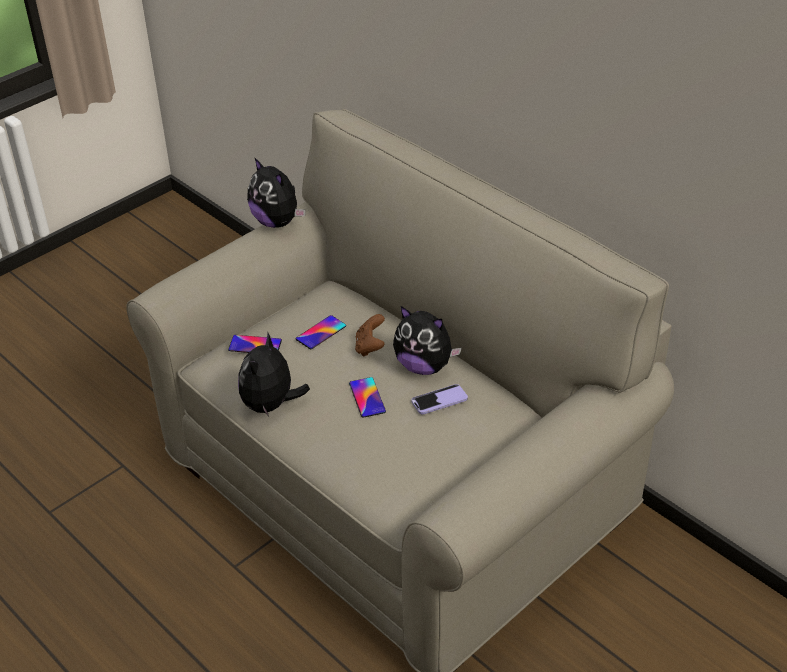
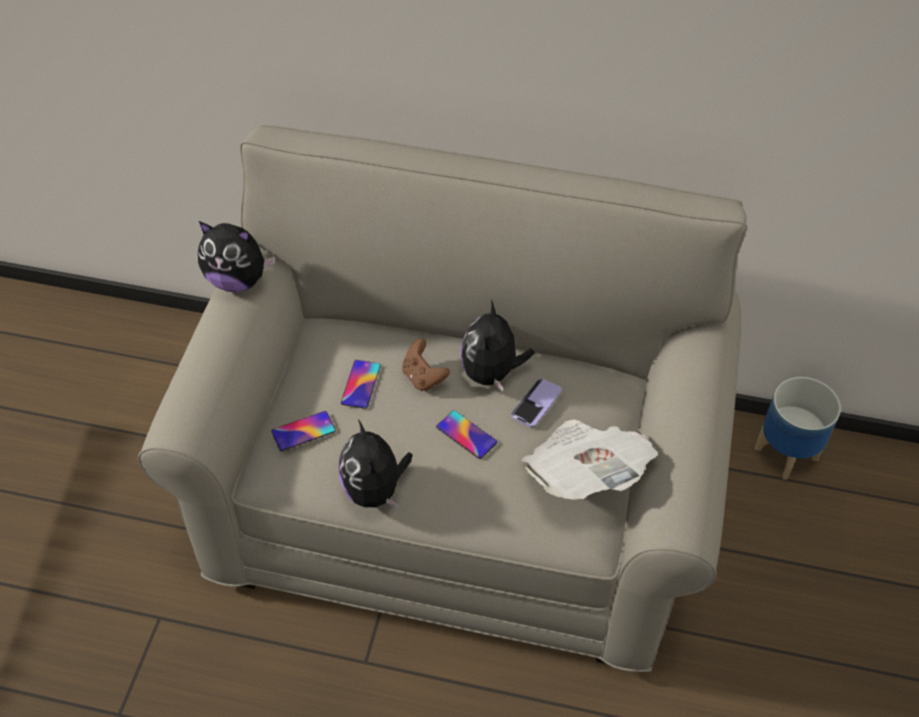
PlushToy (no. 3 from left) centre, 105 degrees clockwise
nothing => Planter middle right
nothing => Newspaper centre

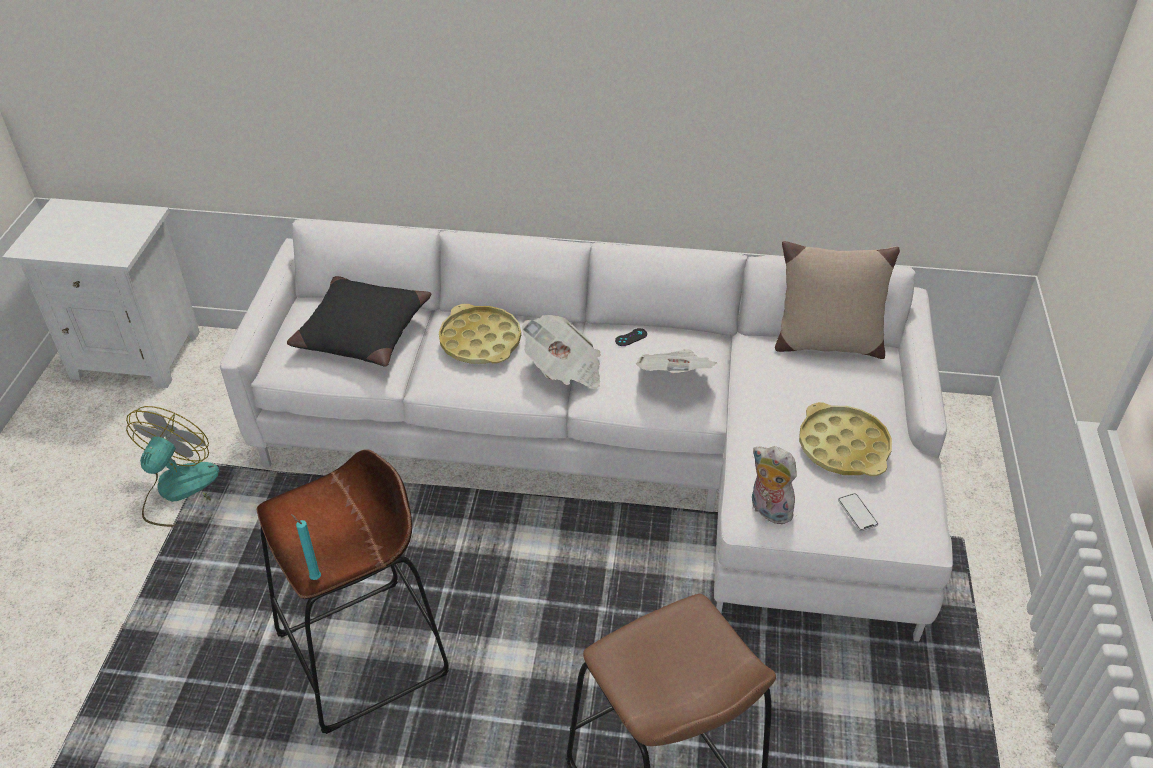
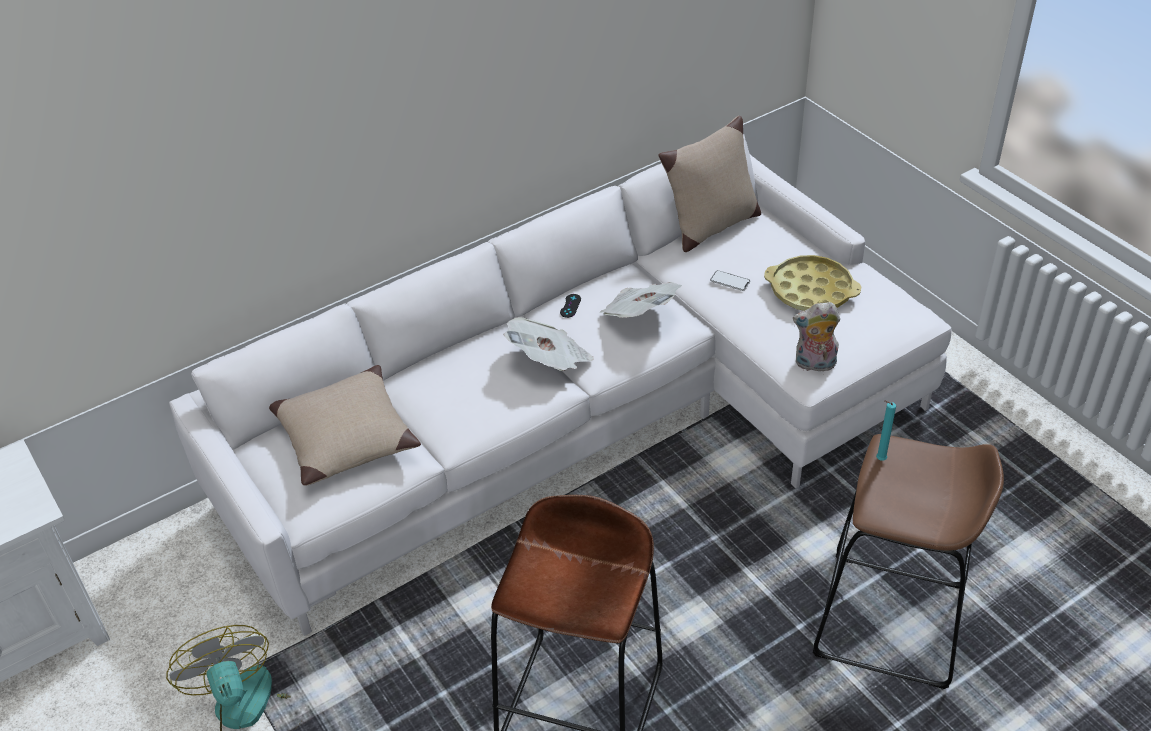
BlackPillow middle left => BeigePillow (no. 1 from left) middle left
YellowTray (no. 1 from left) centre => nothing
Phone bottom right => Phone centre, shifted
TurquoiseCandle bottom left => TurquoiseCandle middle right, shifted

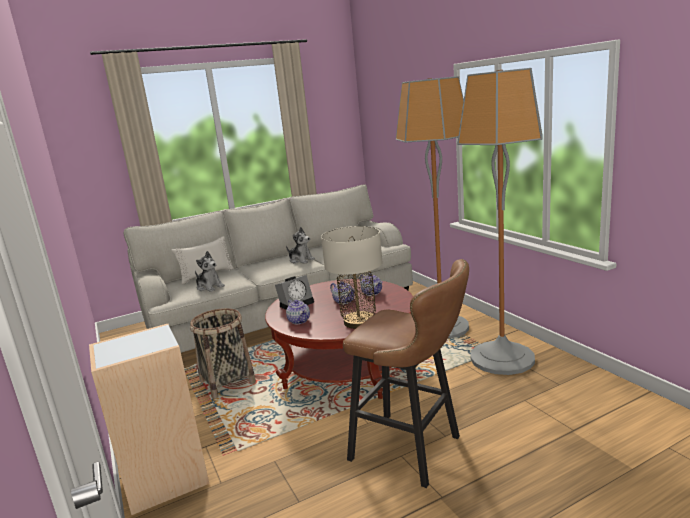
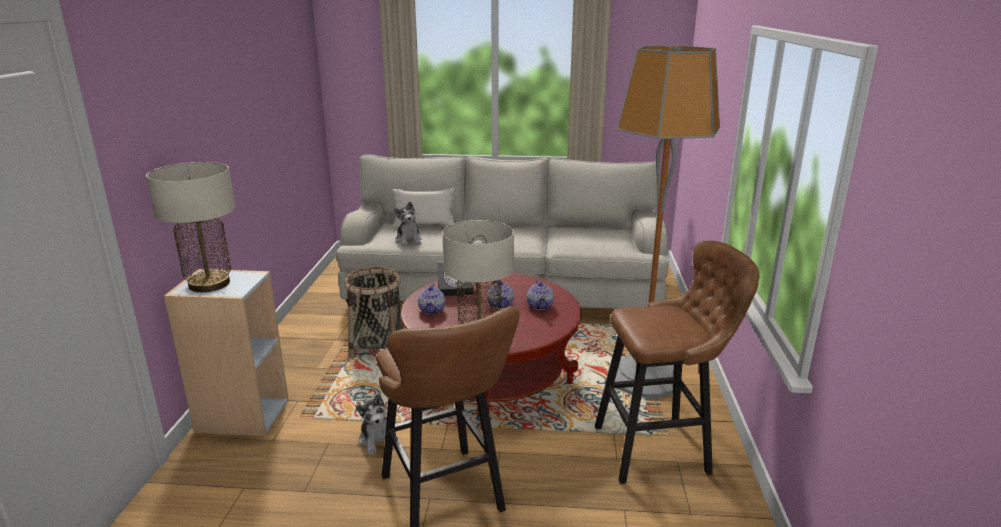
FloorLamp (no. 2 from left) middle right => BrownStool (no. 2 from left) bottom right
PlushToy (no. 2 from left in the first image) centre => PlushToy (no. 1 from left) bottom centre, shifted
nothing => TableLamp (no. 1 from left) middle left

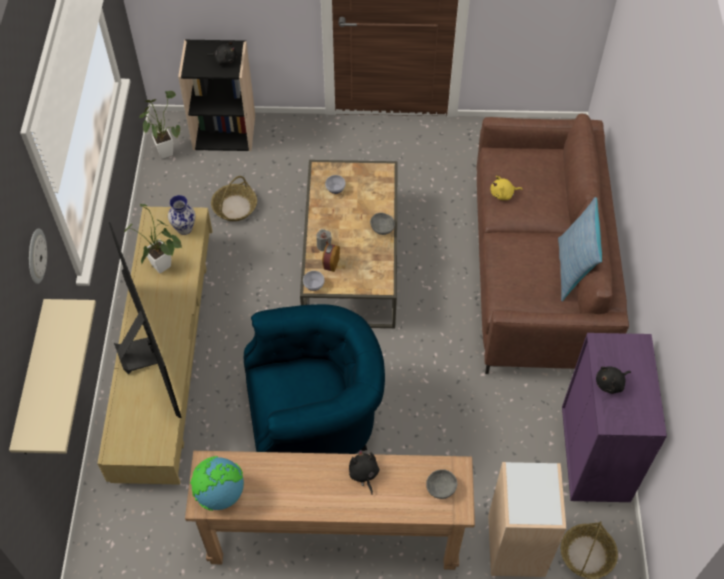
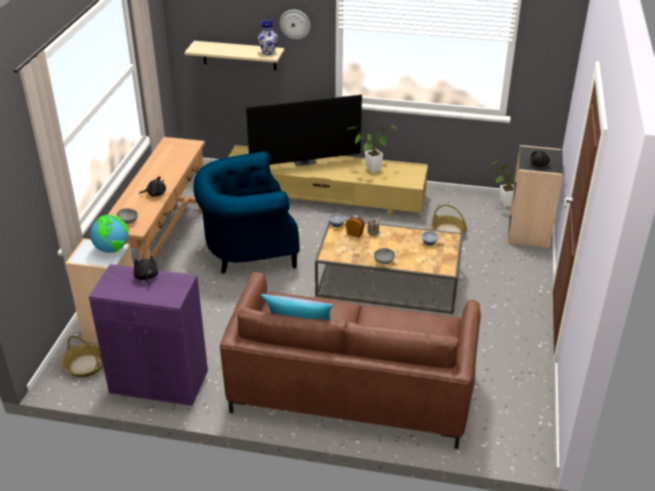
YellowPlushToy top right => nothing
Vase middle left => Vase top centre, shifted
BlueArmchair centre, 75 degrees clockwise
Globe bottom left => Globe middle left, shifted

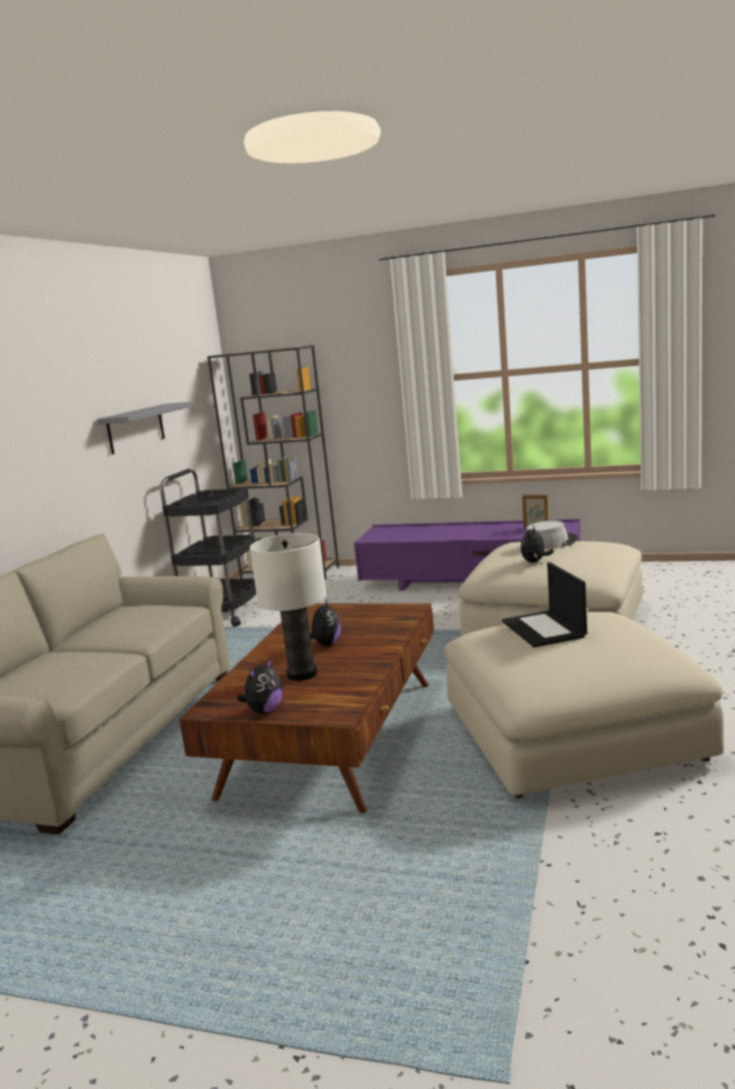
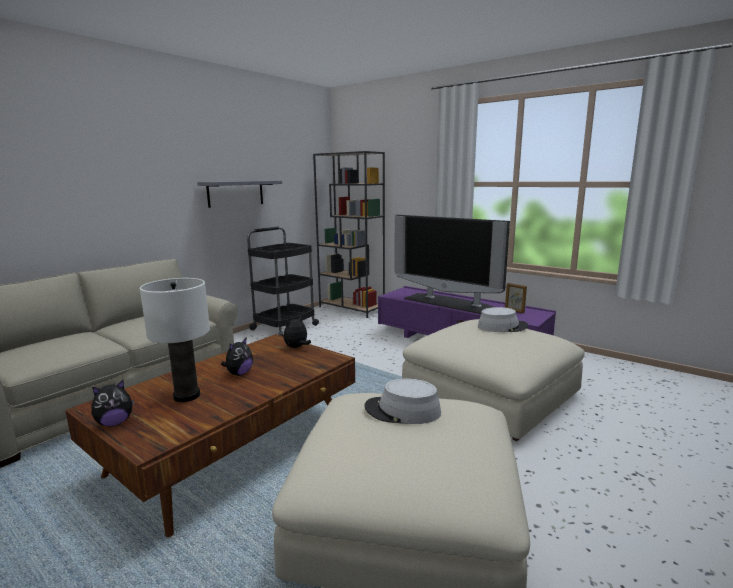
PlushToy (no. 3 from left) middle right => PlushToy (no. 3 from left) centre, shifted
Laptop middle right => GreyHat (no. 1 from left) bottom centre
nothing => Television centre

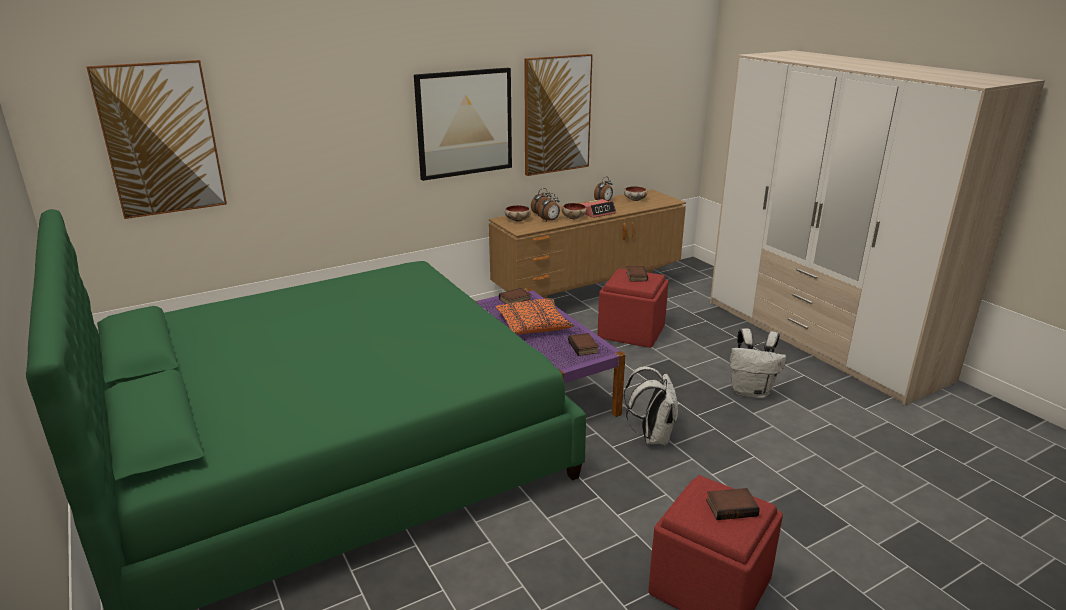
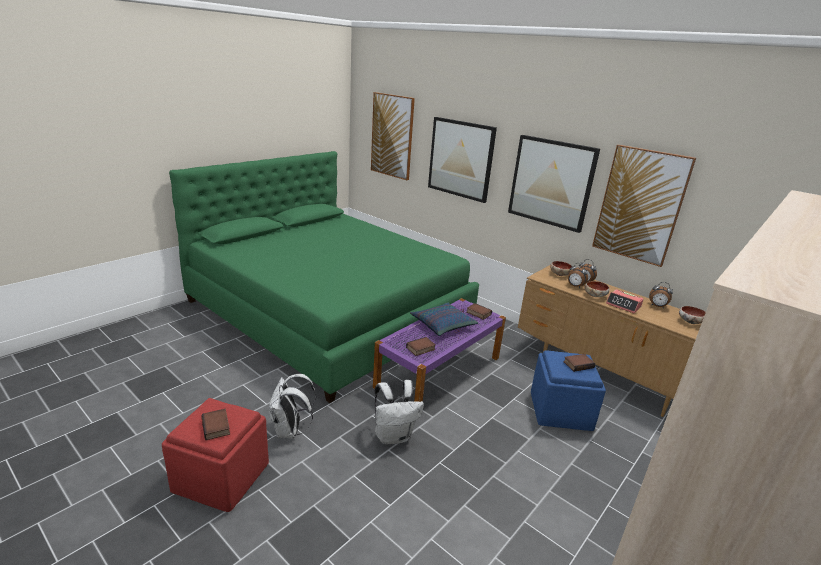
RedOttoman (no. 1 from left) centre => BlueOttoman bottom right
OrangePillow centre => BluePillow centre
WhiteBackpack (no. 2 from left in the first image) middle right => WhiteBackpack (no. 1 from left) bottom centre, shifted
nothing => Picture (no. 2 from left) top centre

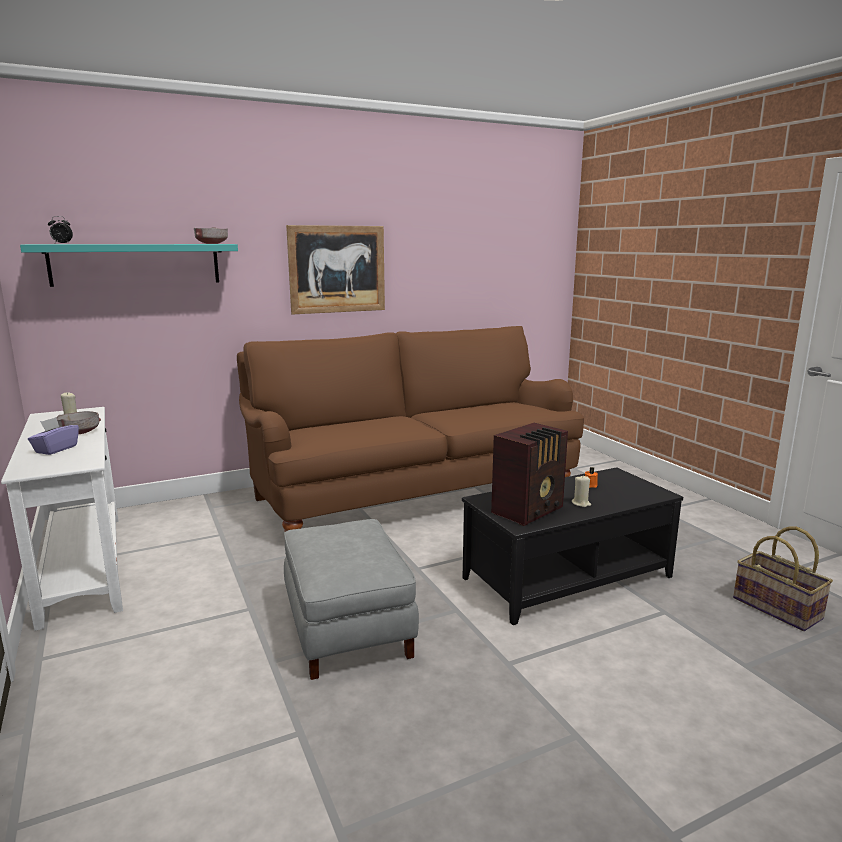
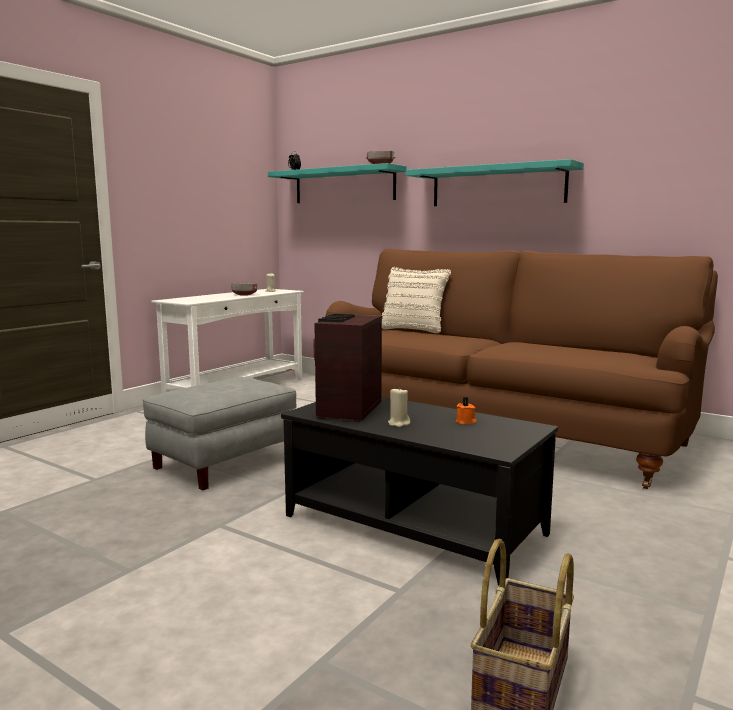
Picture top centre => TurquoiseShelf (no. 2 from left) top right
PurpleTissueBox middle left => nothing
Radio centre, 90 degrees clockwise
nothing => BeigePillow centre

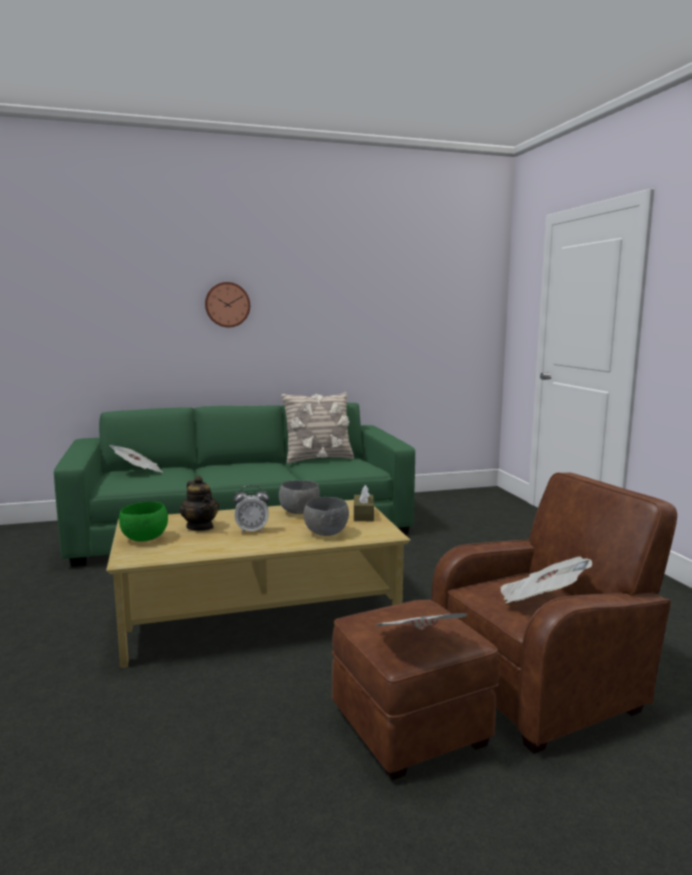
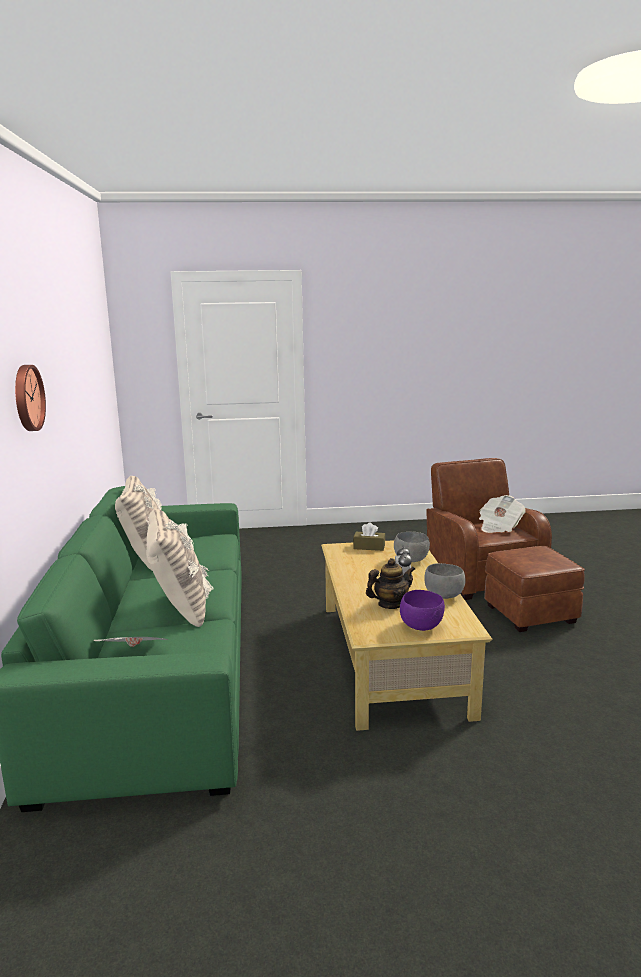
GreyBowl (no. 1 from left in the first image) centre => GreyBowl (no. 2 from left) middle right, shifted
GreenBowl middle left => PurpleBowl centre
Newspaper (no. 2 from left) bottom centre => nothing
nothing => BeigePillow (no. 2 from left) middle left

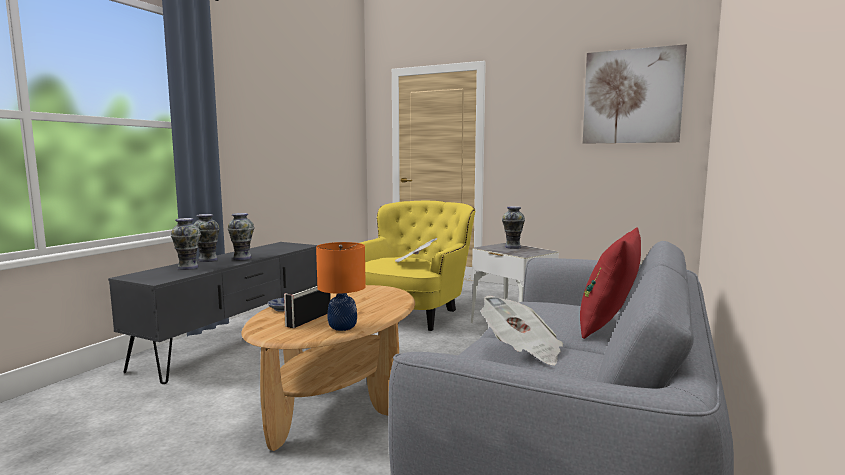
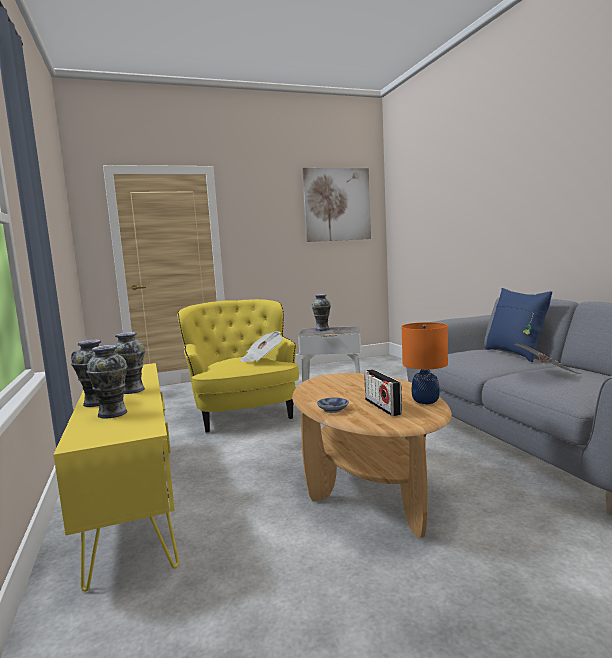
RedPillow middle right => BluePillow middle right
GreyTvStand middle left => YellowTvStand bottom left

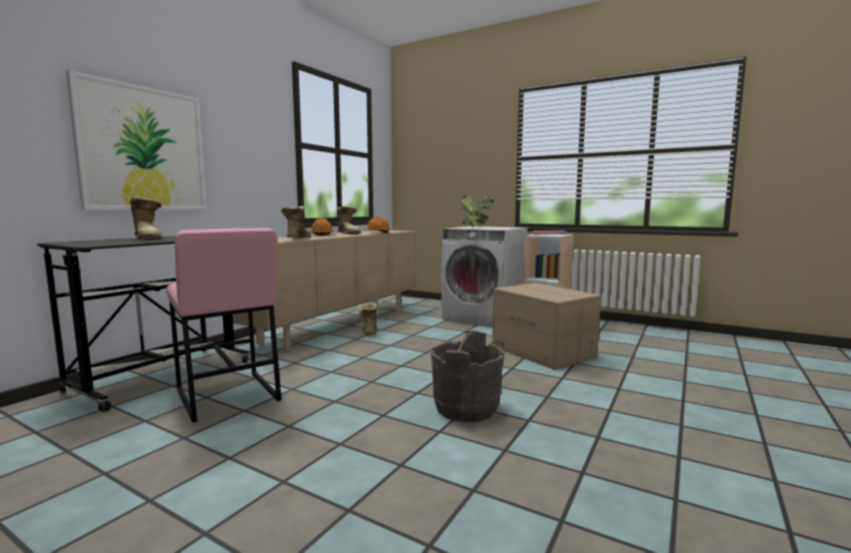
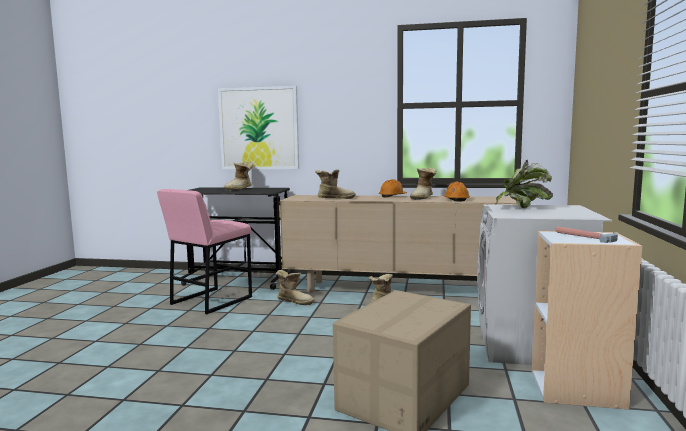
GreyBucket bottom centre => nothing
nothing => Boot (no. 2 from left) centre

